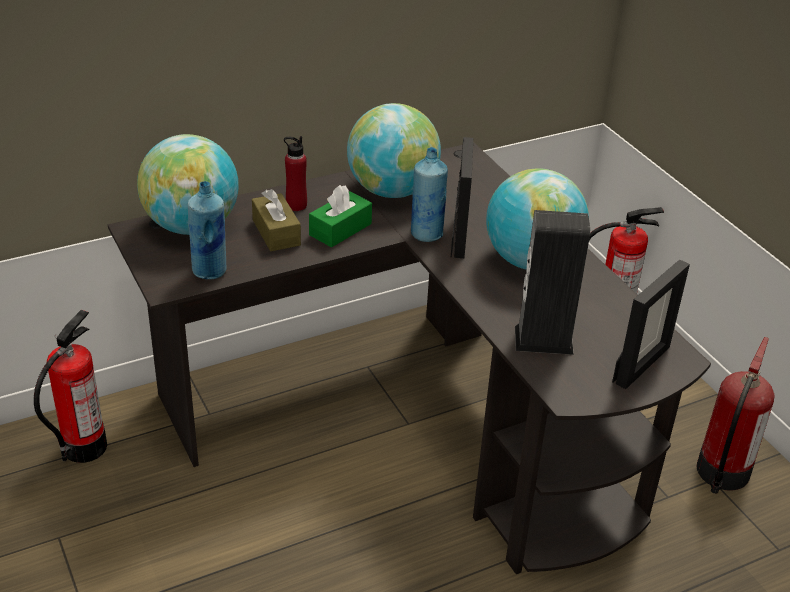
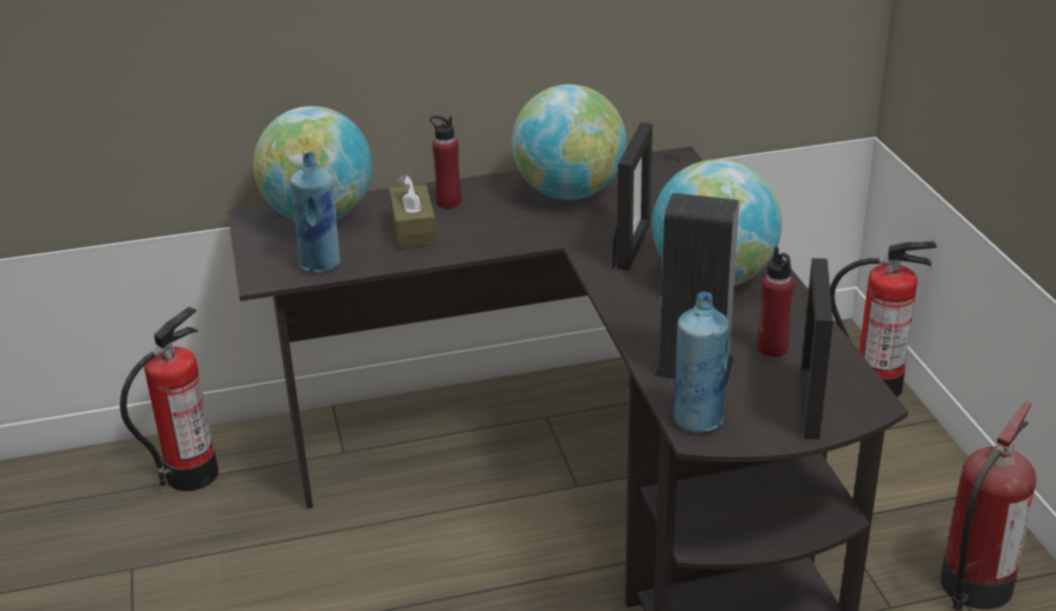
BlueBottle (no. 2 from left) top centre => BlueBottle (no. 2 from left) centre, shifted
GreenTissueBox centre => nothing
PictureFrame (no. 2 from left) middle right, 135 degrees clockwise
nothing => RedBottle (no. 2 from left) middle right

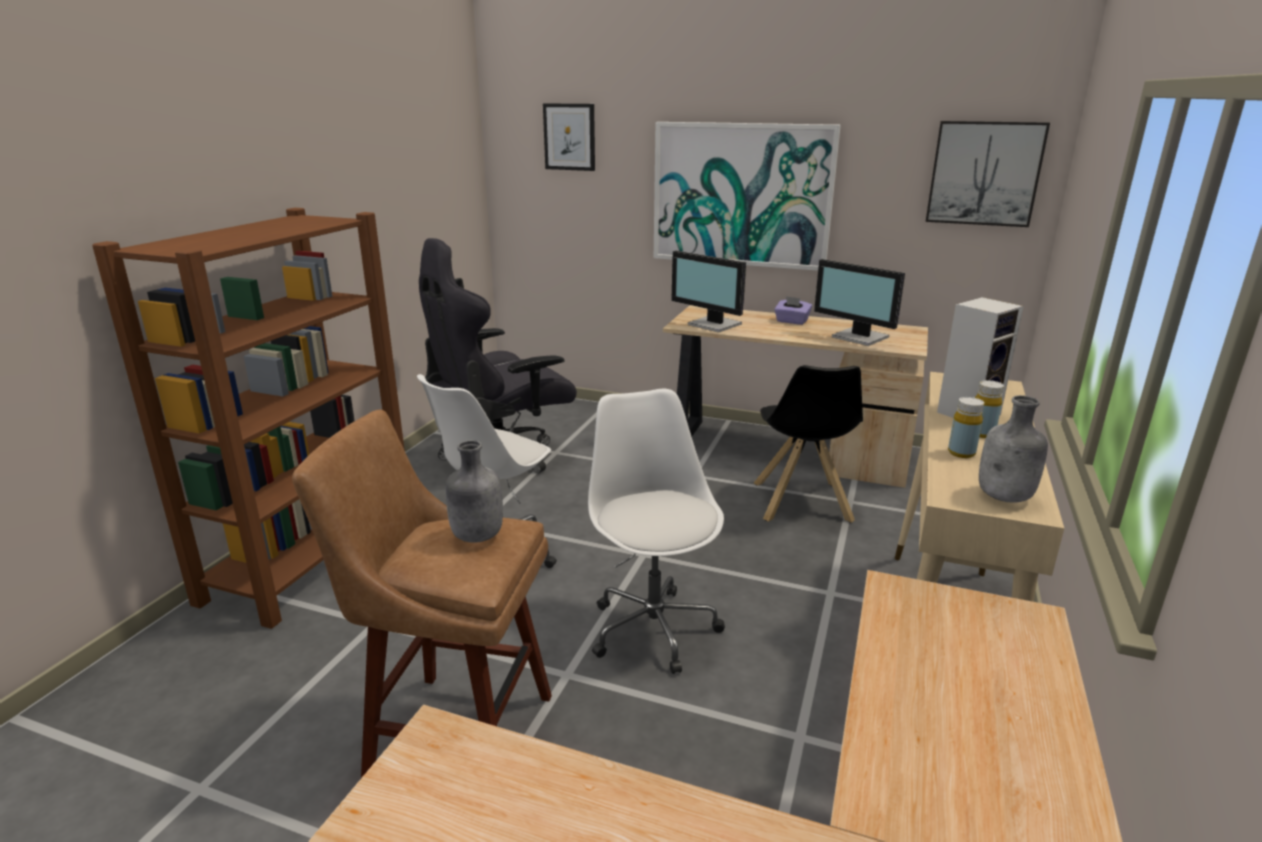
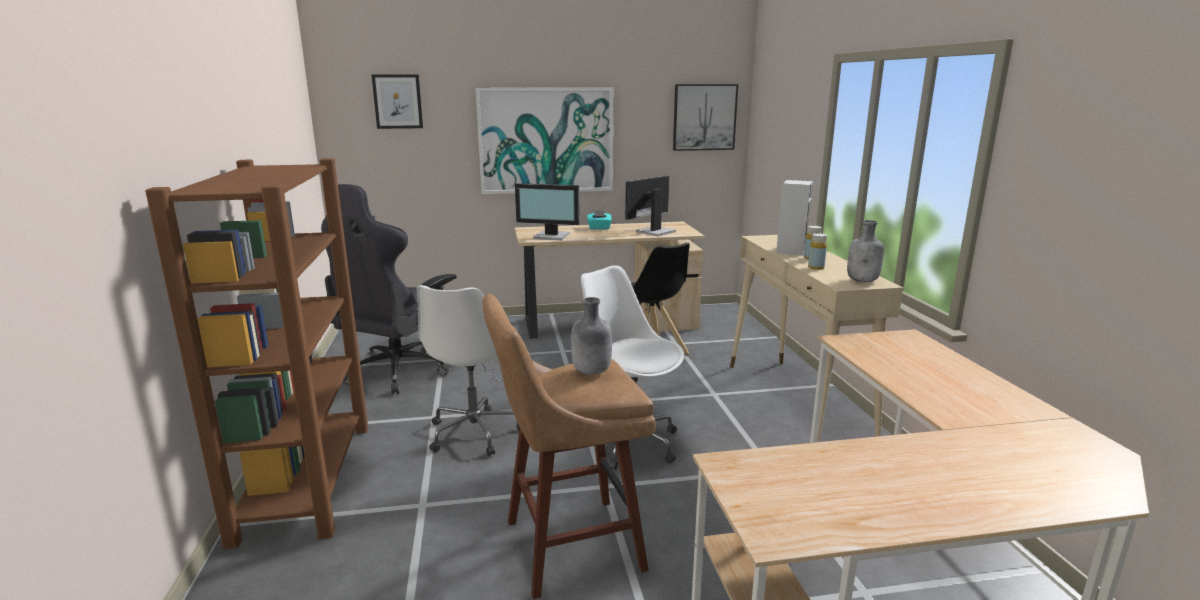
Monitor (no. 2 from left) middle right => Monitor (no. 2 from left) centre, 120 degrees clockwise
PurpleTissueBox centre => TurquoiseTissueBox centre

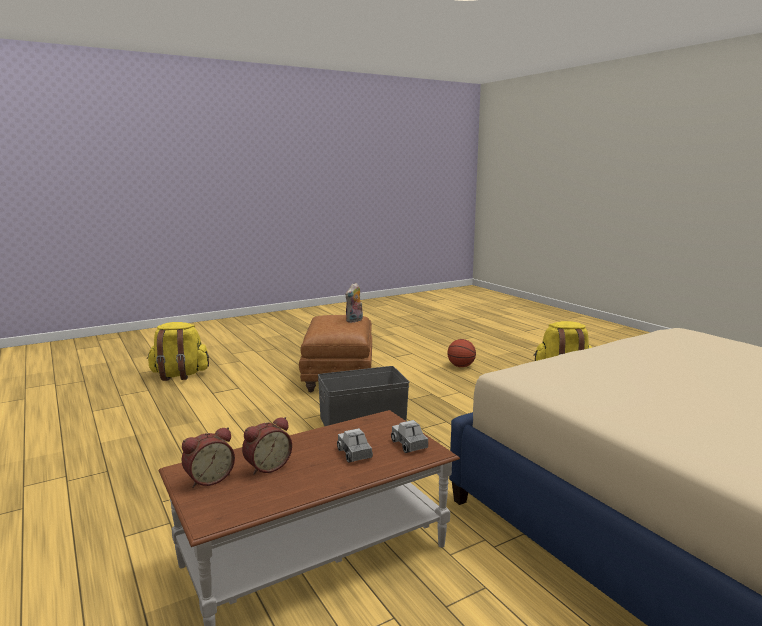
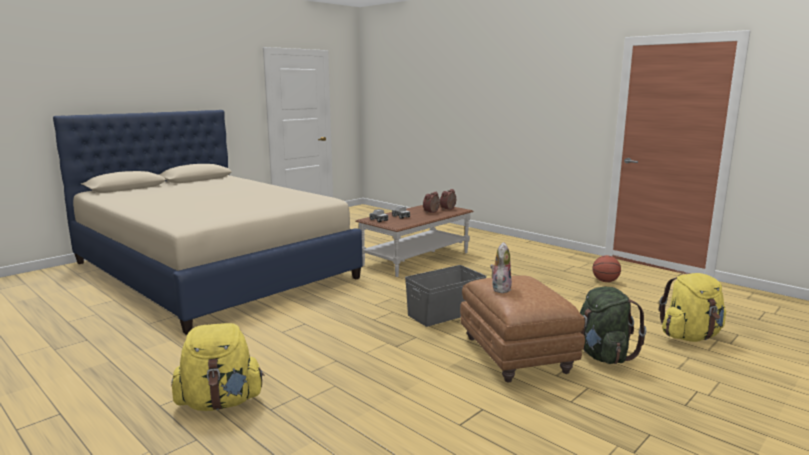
Basketball centre => Basketball middle right, shifted
nothing => GreenBackpack bottom right

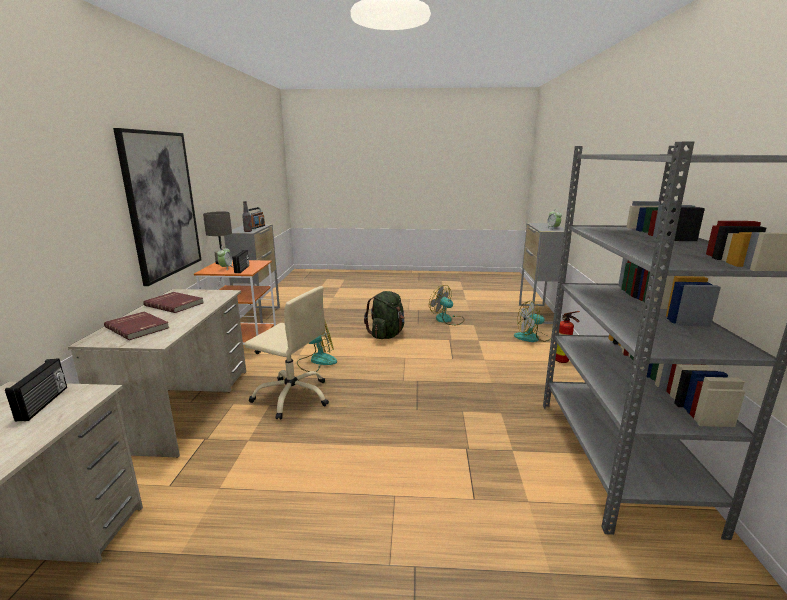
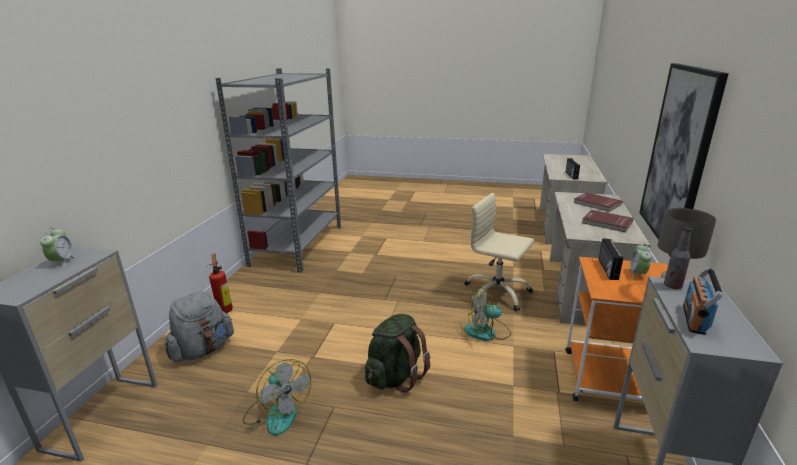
Fan (no. 3 from left) middle right => GreyBackpack bottom left

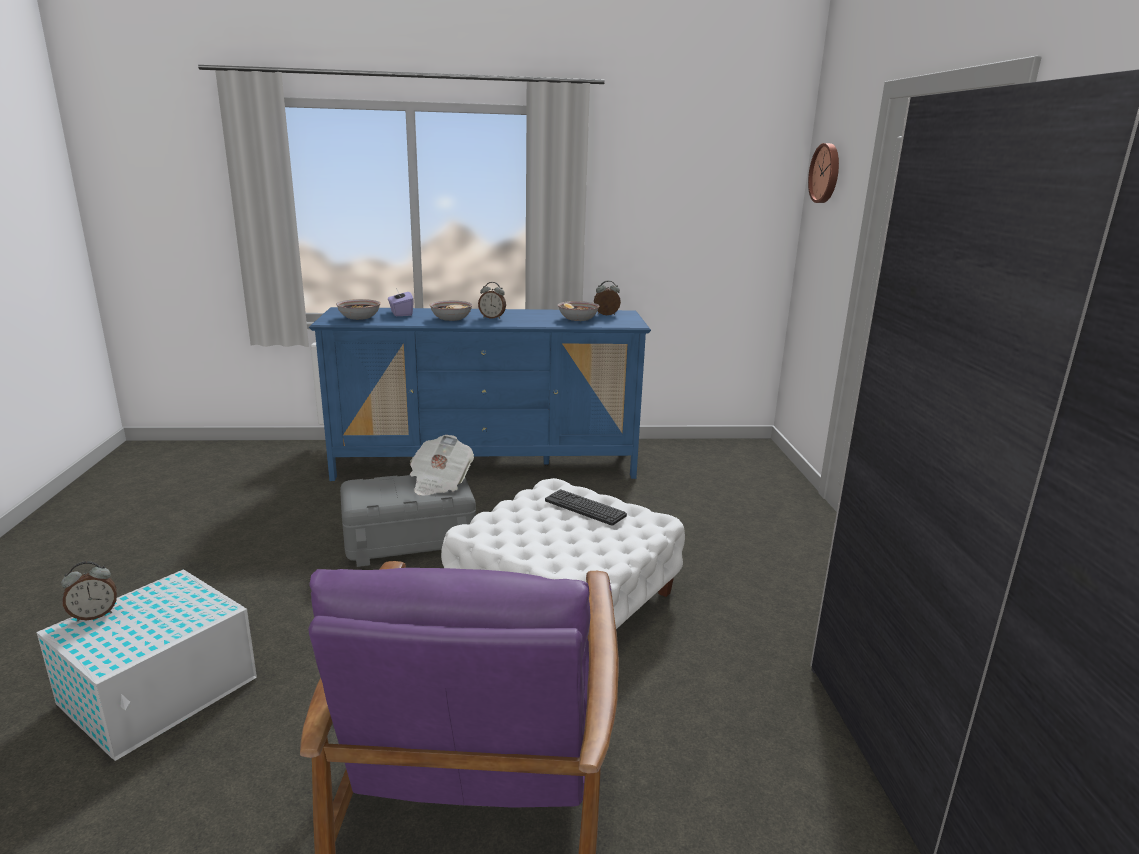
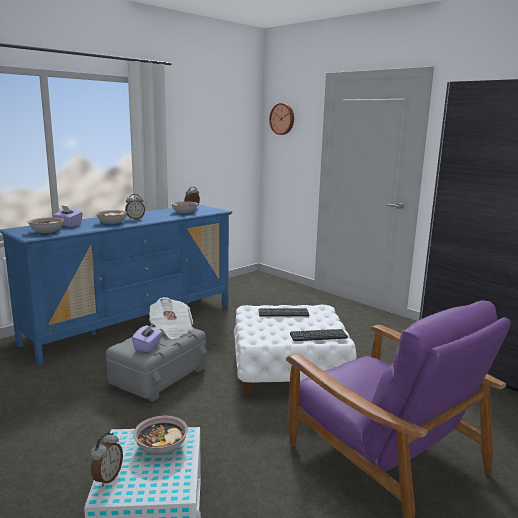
nothing => PurpleTissueBox (no. 2 from left) middle left
nothing => Keyboard (no. 2 from left) centre
nothing => Bowl (no. 3 from left) bottom left

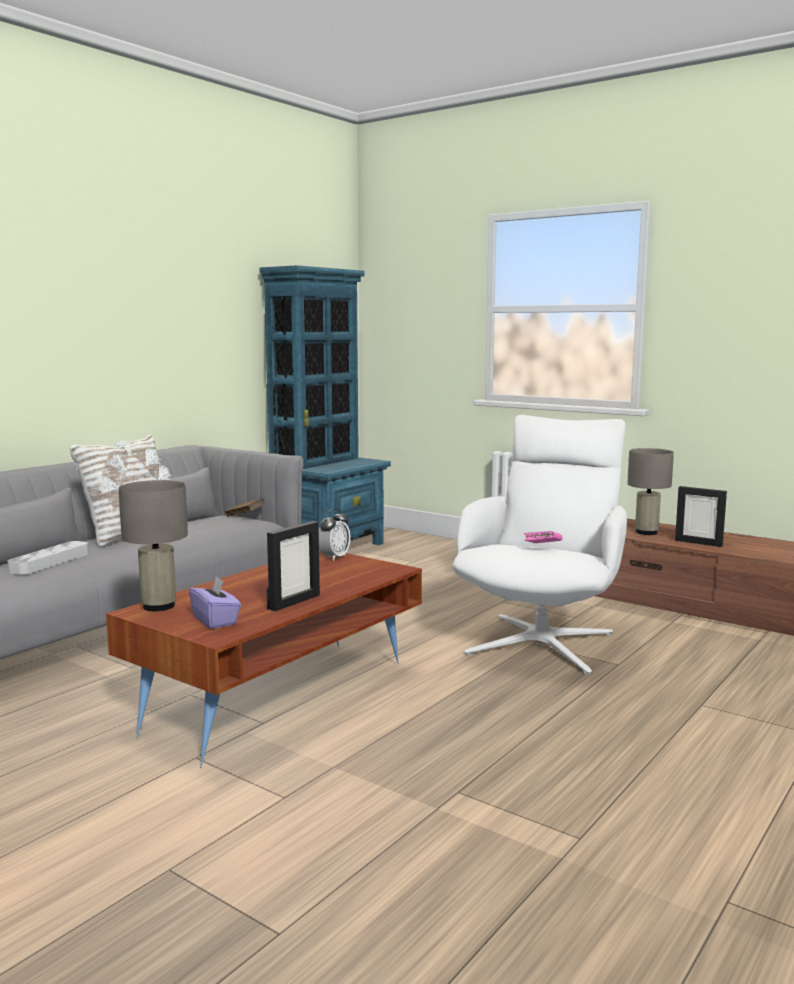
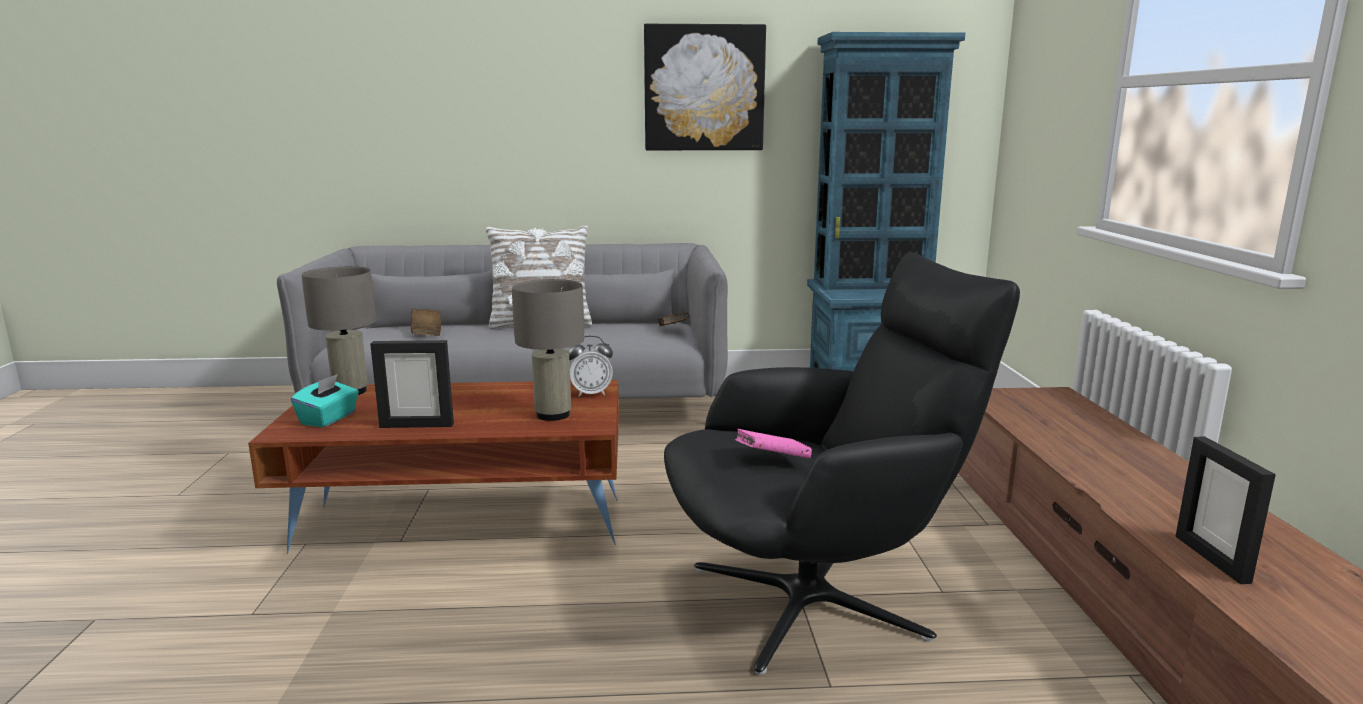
WhiteArmchair middle right => BlackArmchair centre
GreyTableLamp (no. 2 from left) middle right => GreyTableLamp (no. 2 from left) centre, shifted
GreyTray middle left => BrownBook (no. 1 from left) middle left
PurpleTissueBox middle left => TurquoiseTissueBox middle left
nothing => Picture top centre

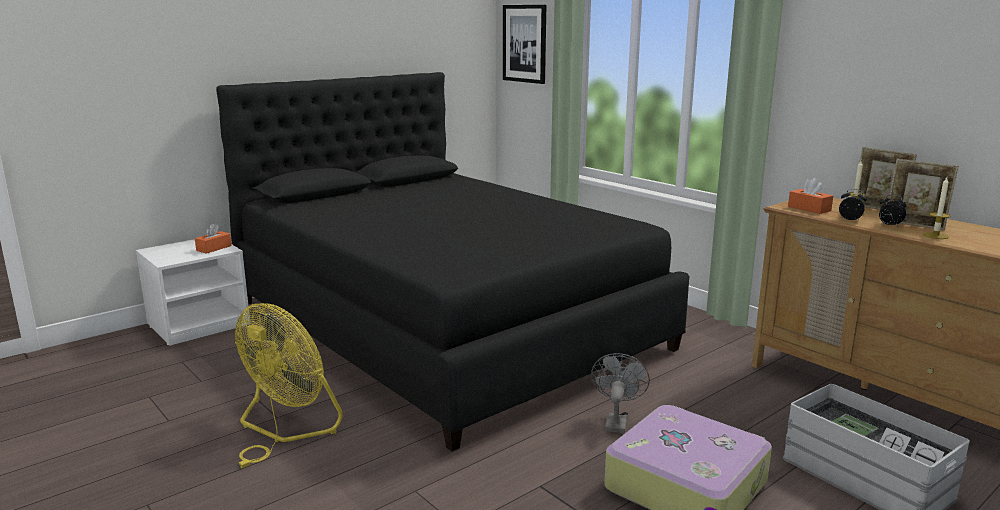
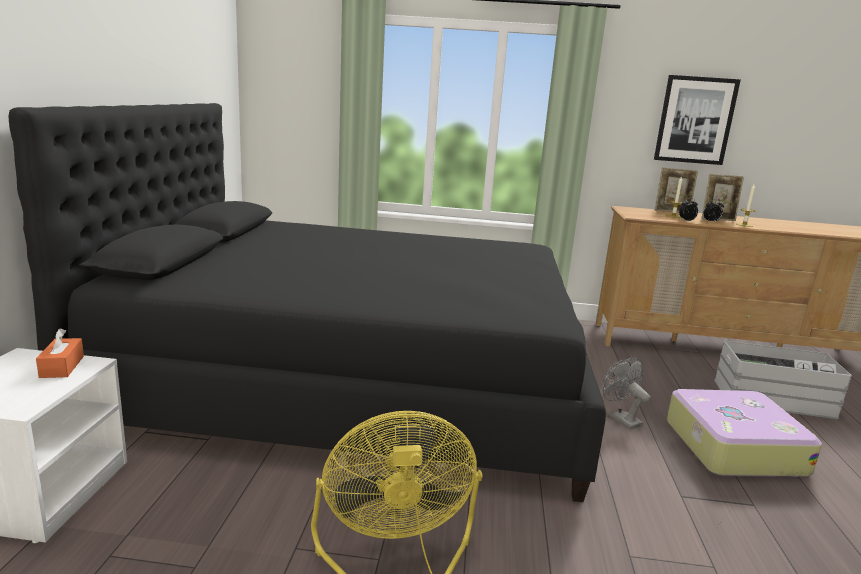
Picture top centre => Picture top right, shifted
OrangeTissueBox (no. 2 from left) middle right => nothing

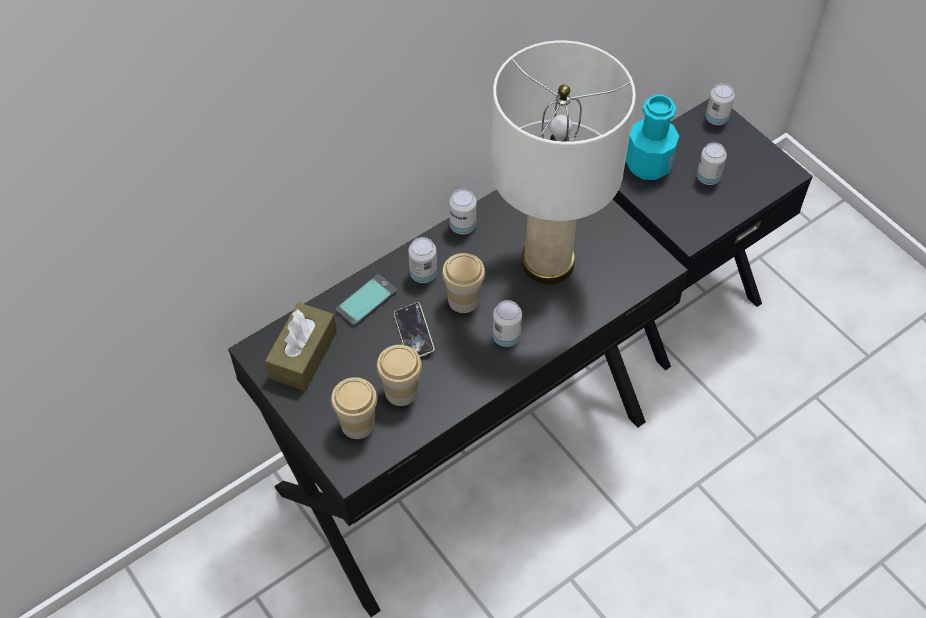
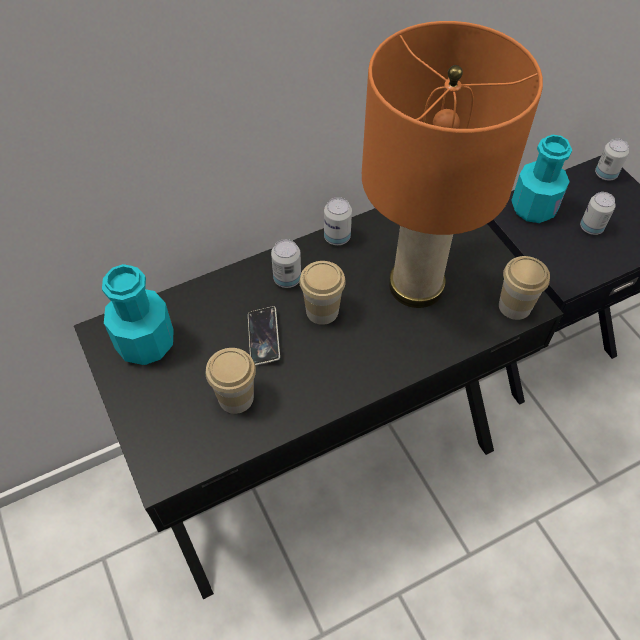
WhiteTableLamp top centre => OrangeTableLamp top right
Phone (no. 1 from left) centre => nothing
Can (no. 3 from left) centre => nothing
BrownTissueBox middle left => TurquoiseBottle (no. 1 from left) middle left
Cup (no. 1 from left in the first image) centre => Cup (no. 3 from left) middle right, shifted

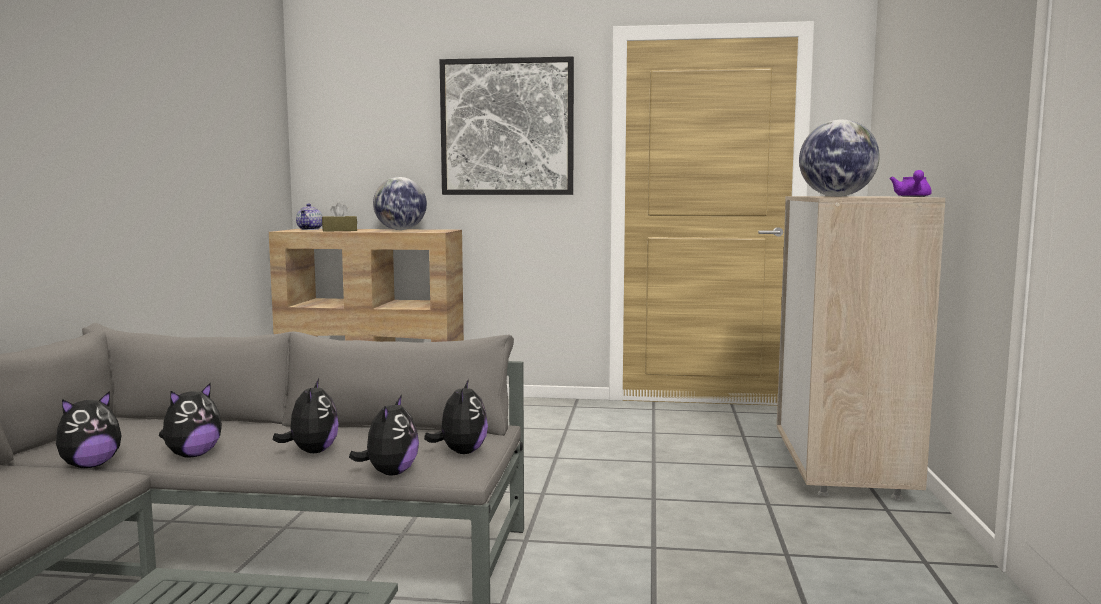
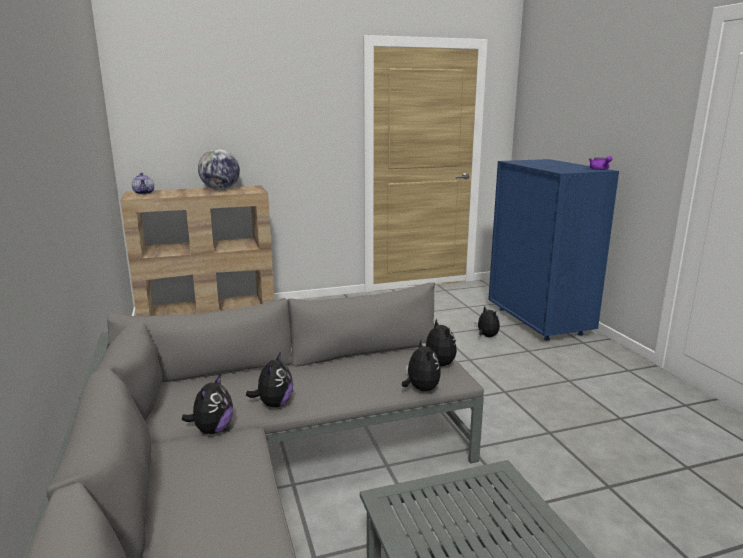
Picture top centre => nothing
Globe (no. 2 from left) top right => nothing
BeigeCabinet middle right => BlueCabinet middle right
BrownTissueBox middle left => nothing
PlushToy (no. 3 from left in the first image) bottom left => PlushToy (no. 5 from left) centre, shifted

